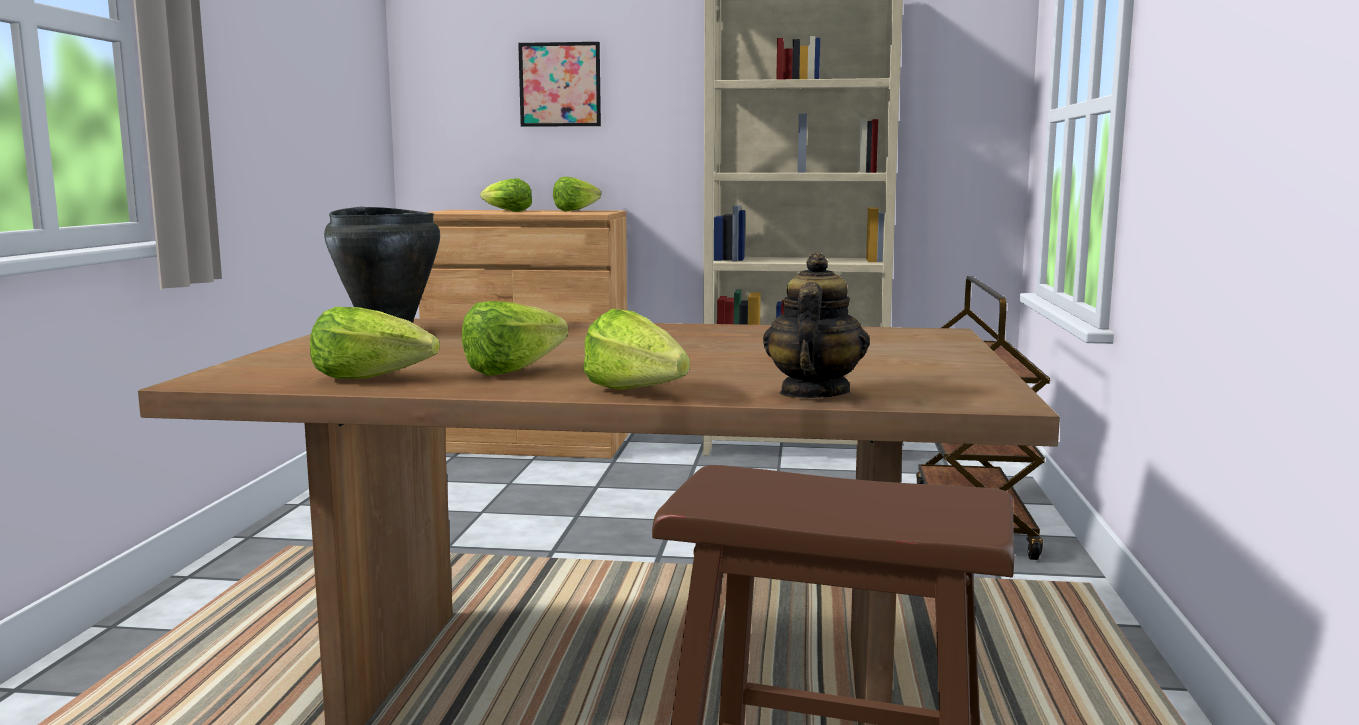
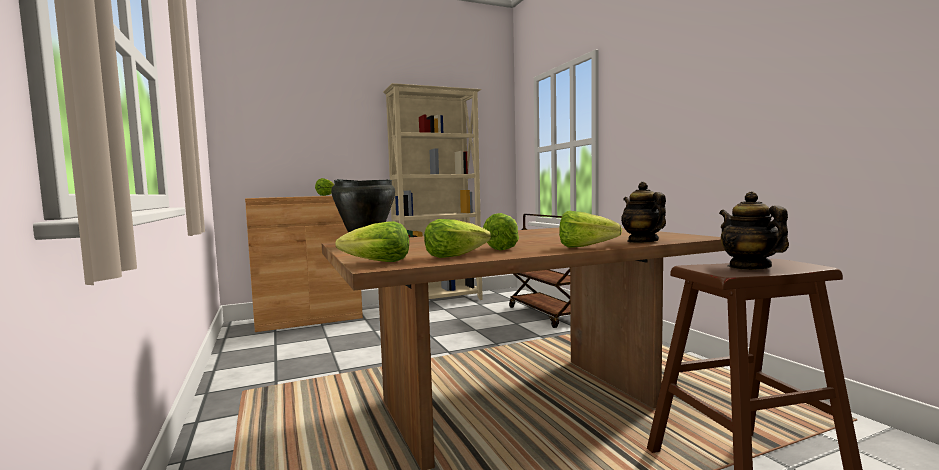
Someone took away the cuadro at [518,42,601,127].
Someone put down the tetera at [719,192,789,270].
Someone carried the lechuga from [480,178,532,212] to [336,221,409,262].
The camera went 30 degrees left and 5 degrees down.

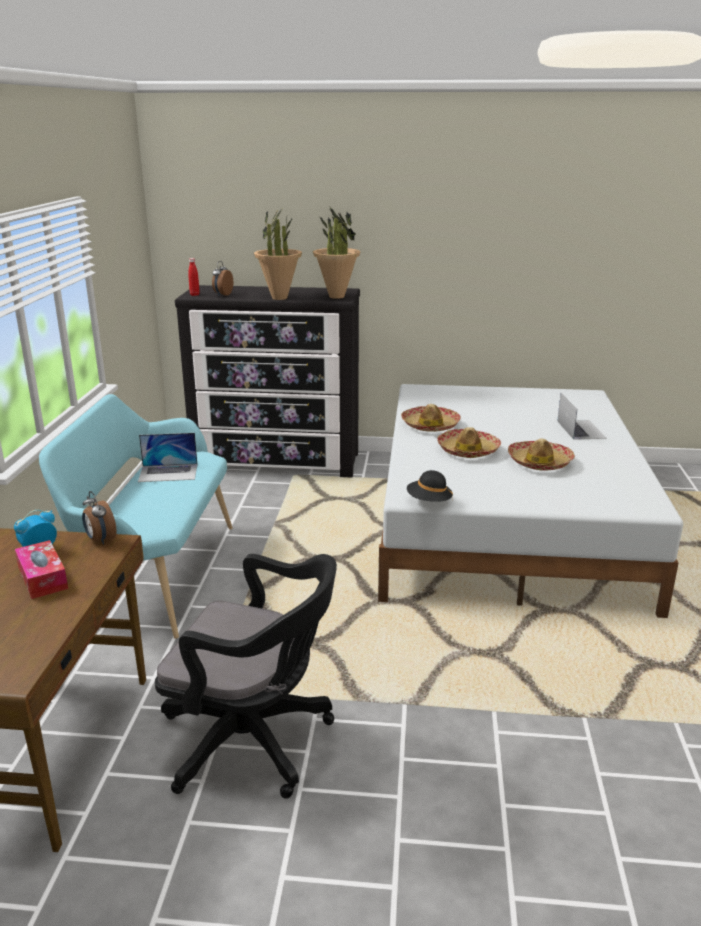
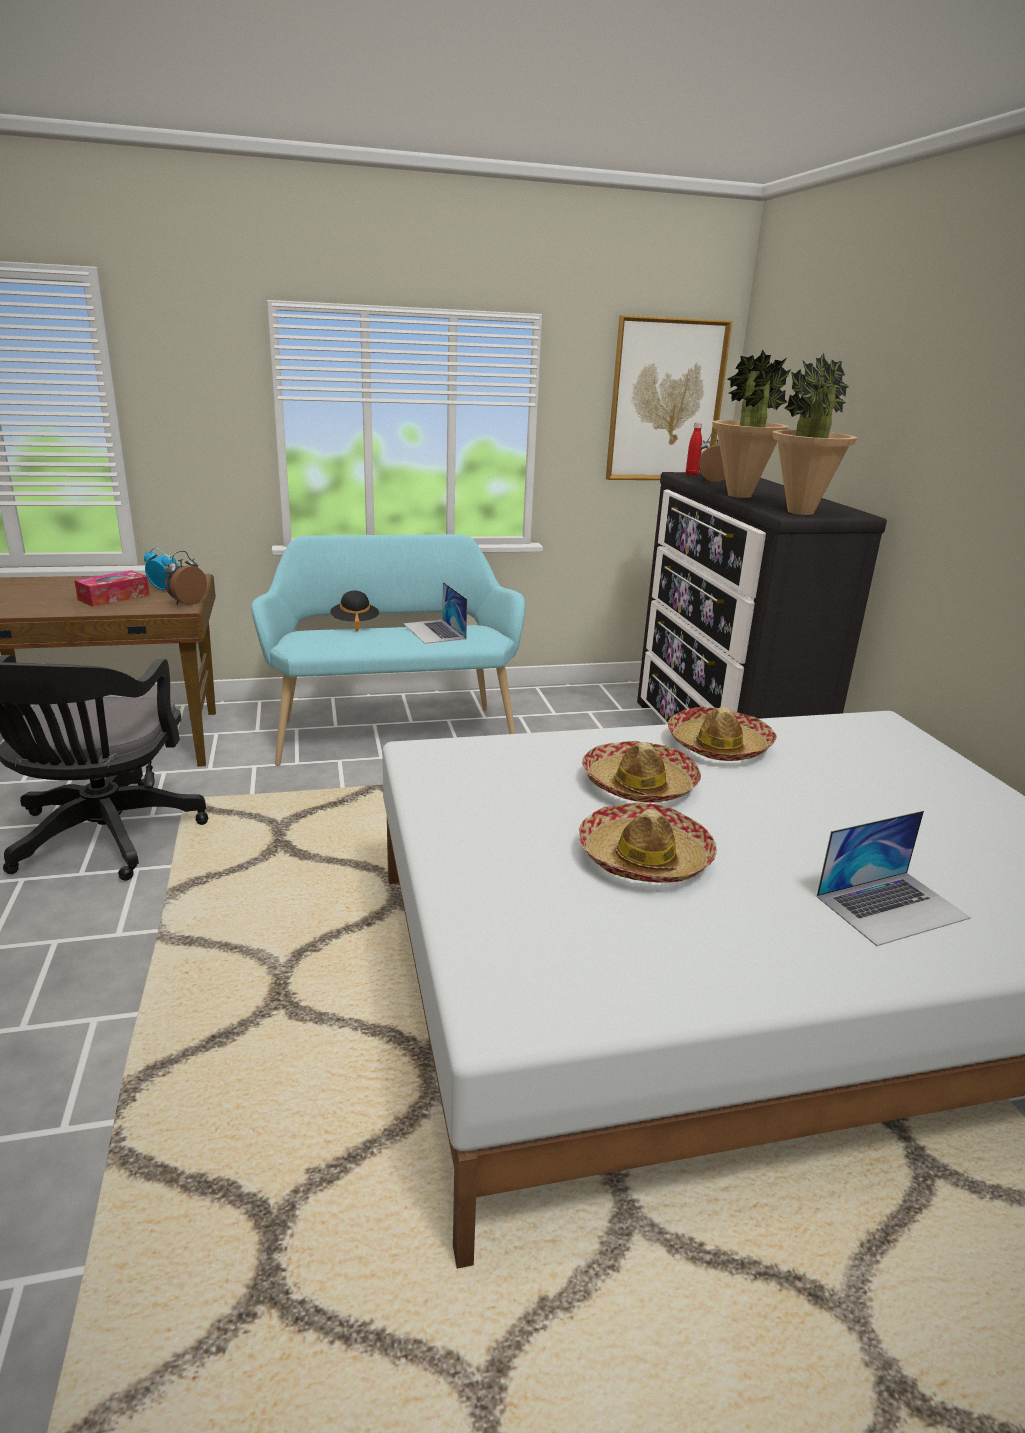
Someone put up the cuadro at [606,315,732,480].
Someone carried the sombrero (negro) from [407,470,453,502] to [330,591,379,631].
The camera went 70 degrees right and 0 degrees up.

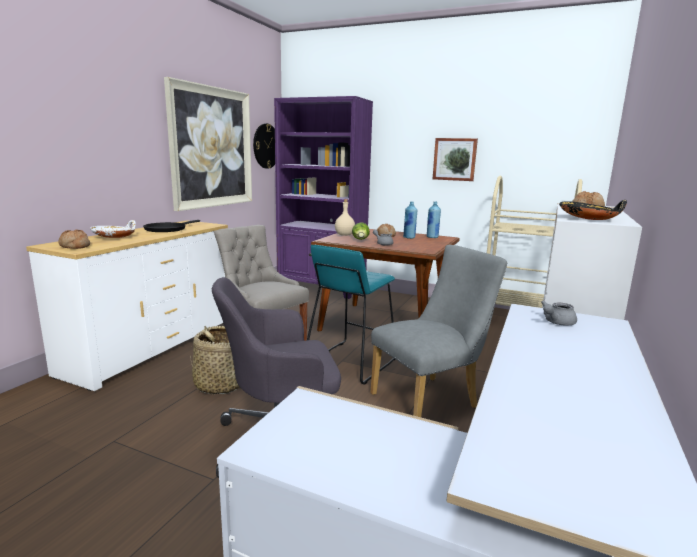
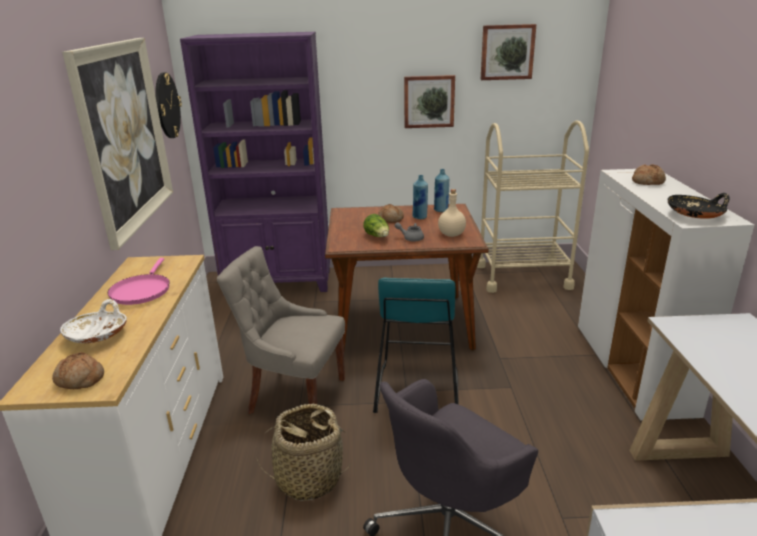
Someone took away the silla (gris) at [370,245,507,417].
Someone took away the tetera (gris) at [541,301,577,325].
Someone put up the cuadro at [481,24,536,80].
Someone carried the botella (beis) from [335,199,355,236] to [438,189,466,237].
Someone repainted the sartén (negro) at [143,220,200,232], which became the sartén (rosa) at [108,258,170,305].
The camera went 25 degrees left and 10 degrees up.

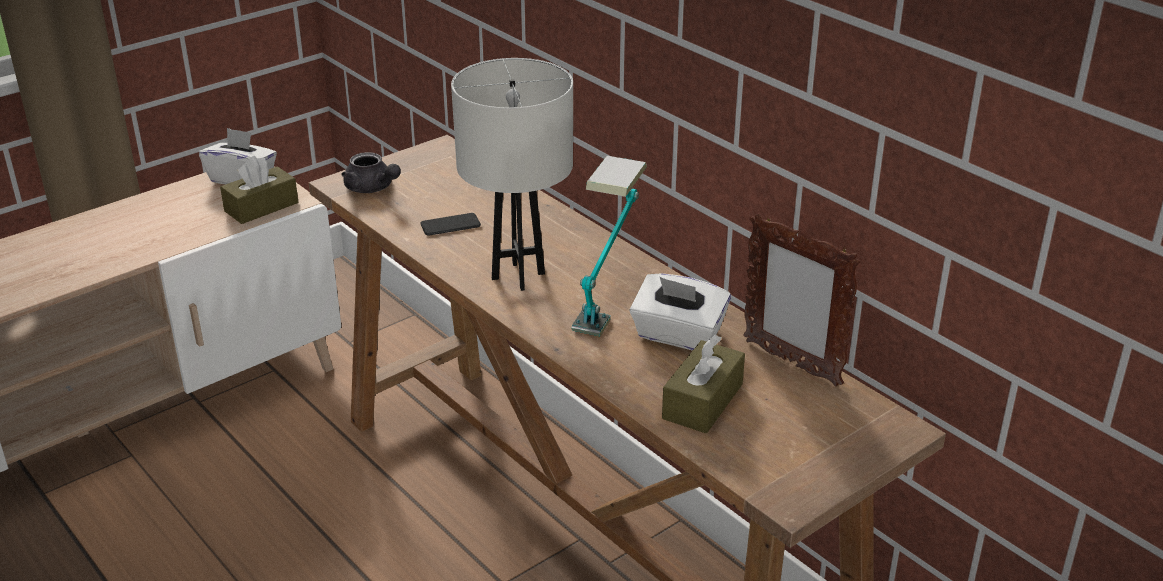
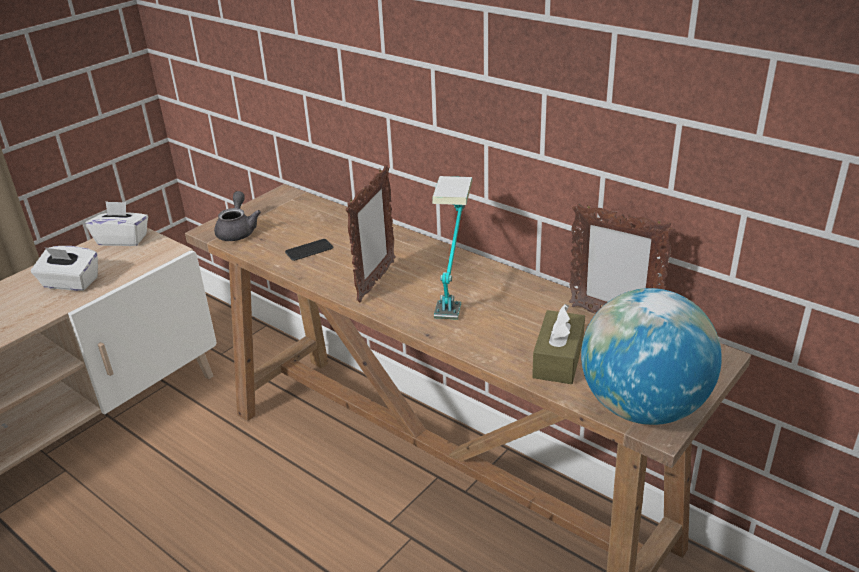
Someone took away the caja de pañuelos (marrón) at [220,156,298,224].
Someone put down the globo terráqueo at [581,288,722,425].
Someone carried the caja de pañuelos (blanco) from [630,273,731,351] to [31,246,98,291].
Someone swapped the lámpara de mesa (blanco) at [451,58,573,291] for the portarretratos at [346,165,395,303].
Someone rotated the tetera (gris) at [341,152,401,193] by 120 degrees counterclockwise.
The camera went 10 degrees left and 0 degrees up.

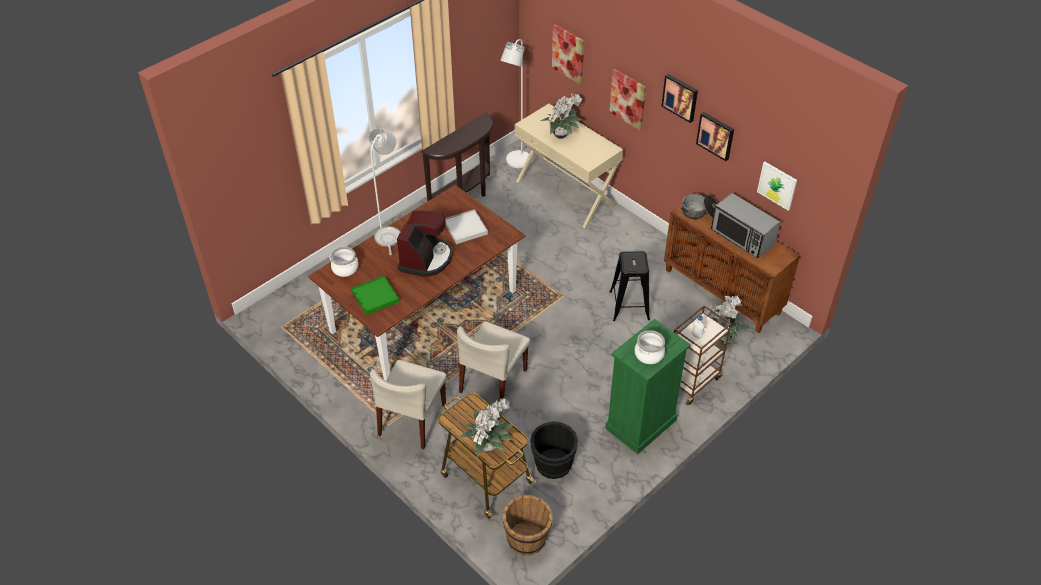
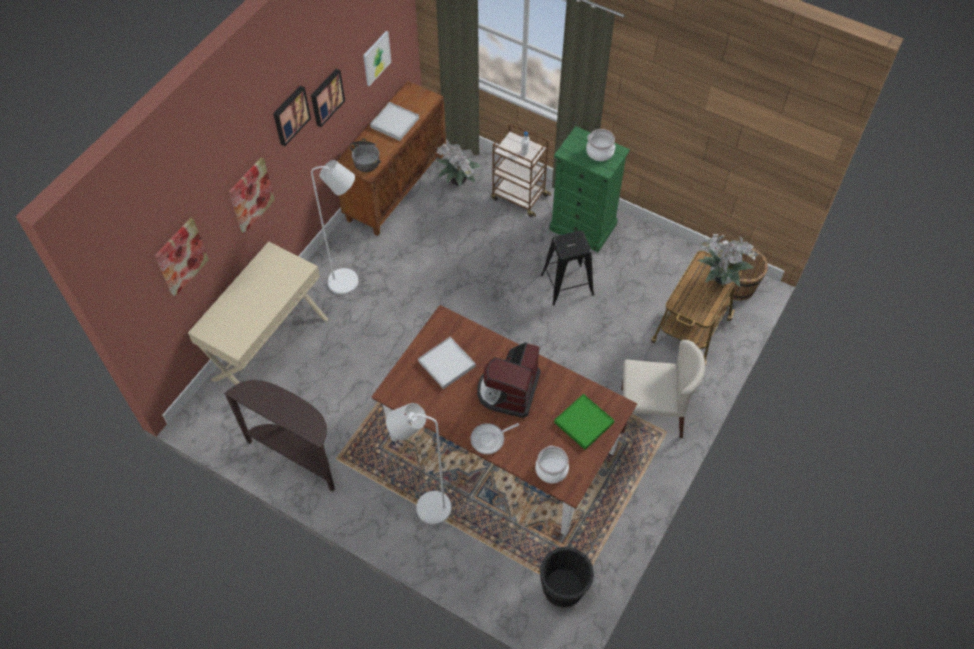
Someone took away the silla (beis) at [457,321,530,402].
Someone took away the planta en maceta at [540,93,582,139].
Someone carried the lámpara de pie (blanco) from [500,39,531,168] to [311,160,359,295].
Someone carried the cubo (negro) from [530,421,578,479] to [540,547,594,607].
Someone carried the taburete (negro) from [609,251,650,321] to [541,230,594,305].
Someone swapped the microondas at [711,193,780,258] for the bandeja (blanco) at [370,102,419,141].
Someone rotated the cafetera at [397,211,453,277] by 75 degrees counterclockwise.
The camera went 105 degrees left and 10 degrees up.

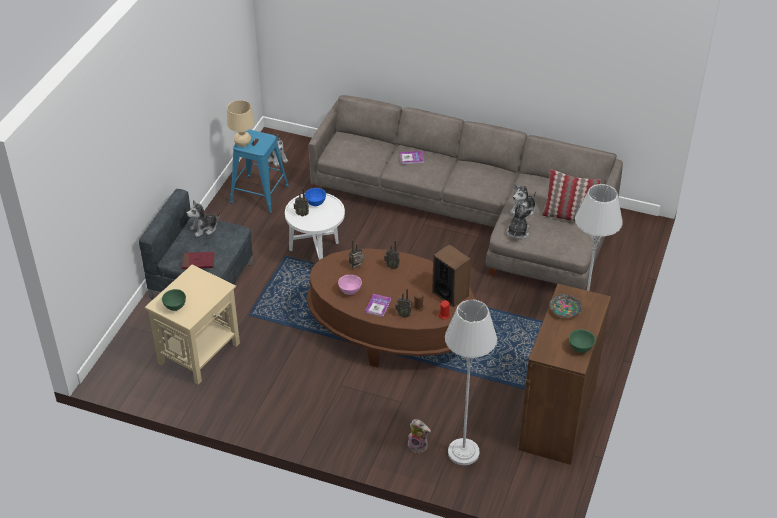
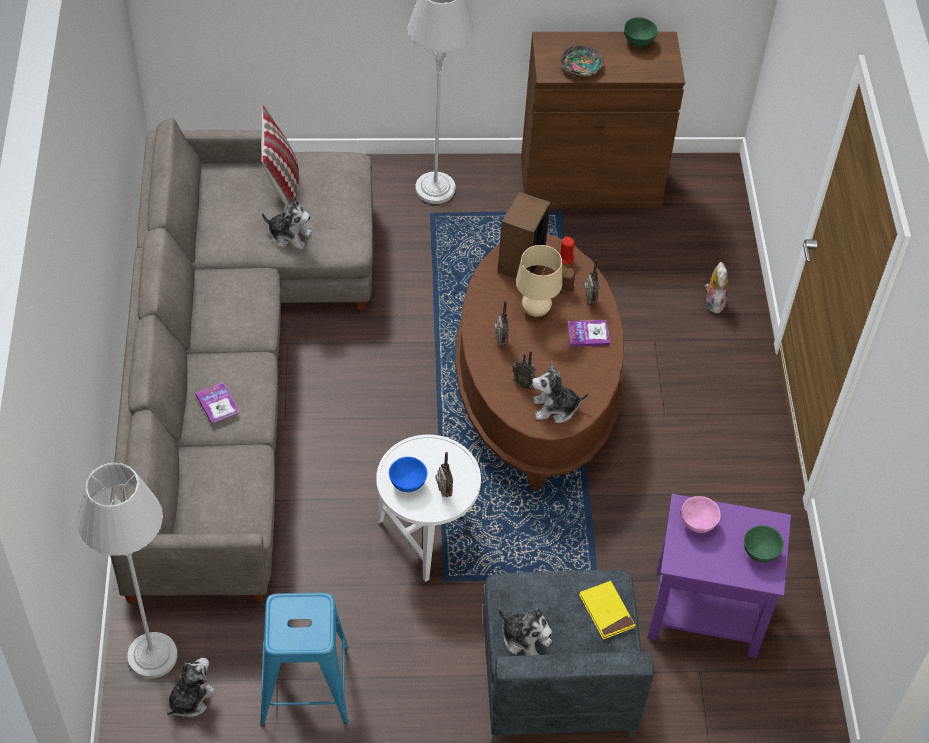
Someone carried the lámpara de mesa (beis) from [227,100,255,147] to [516,245,563,317].
Someone carried the cuenco (rosa) from [338,275,362,295] to [681,496,721,533].
Someone carried the lámpara de pie (gris) from [445,300,497,465] to [77,463,178,679].
Someone carried the peluche from [507,203,532,239] to [532,362,589,423].
Someone repainted the mesa auxiliar (beis) at [145,265,240,385], which became the mesa auxiliar (morado) at [648,494,791,658].
Someone repainted the libro (rojo) at [182,252,215,269], which became the libro (amarillo) at [579,581,635,640].
The camera went 115 degrees left and 10 degrees up.

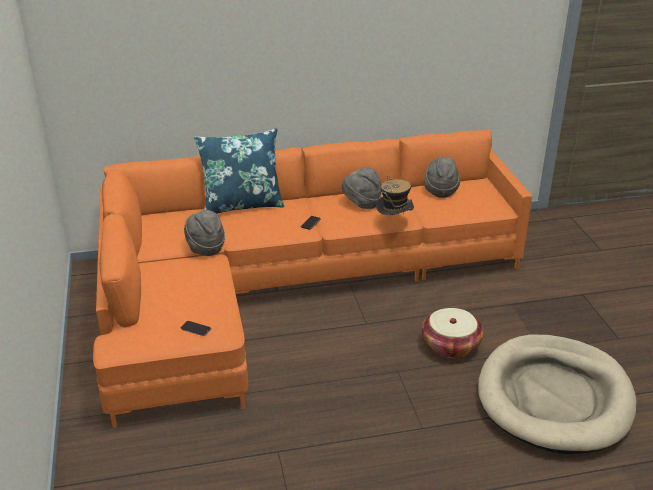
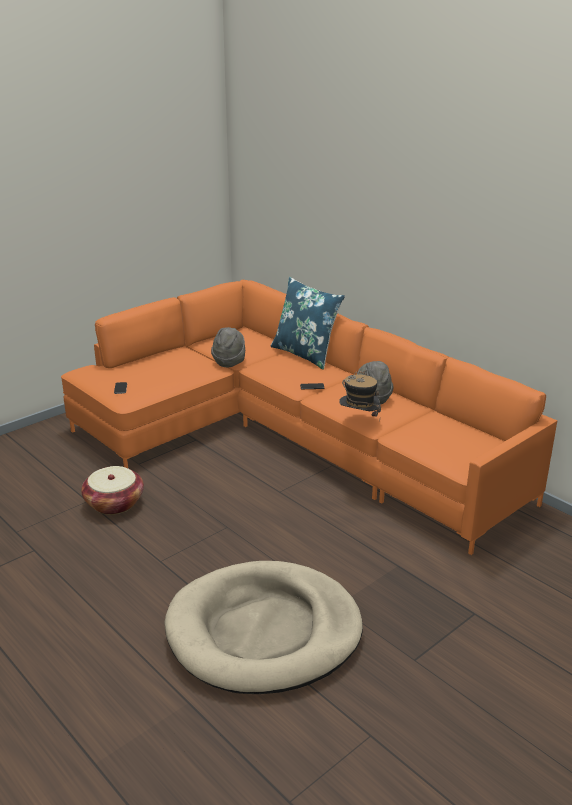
Someone took away the sombrero (gris) at [424,157,460,198].
Someone carried the cesta from [422,308,484,358] to [81,466,144,515].
The camera went 60 degrees right and 5 degrees down.

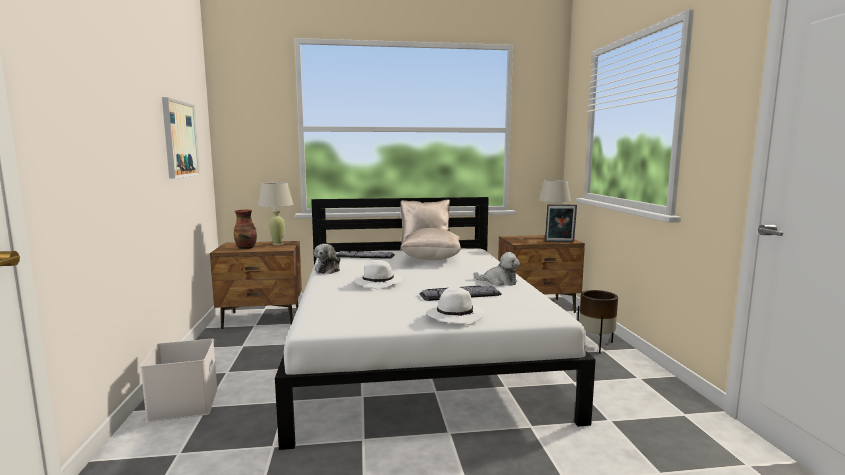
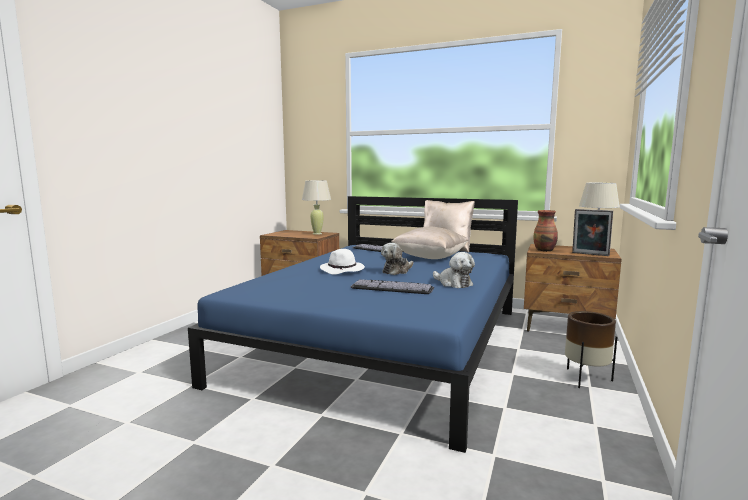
Someone took away the caja de almacenaje (blanco) at [140,339,218,422].
Someone took away the cuadro at [162,97,200,179].
Someone took away the sombrero (blanco) at [426,287,485,324].
Someone carried the florero from [234,210,257,249] to [533,210,558,251].
Someone carried the peluche from [314,244,340,274] to [381,243,413,275].
Someone repainted the cama (blanco) at [275,197,596,450], which became the cama (azul) at [188,196,518,453].
The camera went 30 degrees right and 0 degrees up.

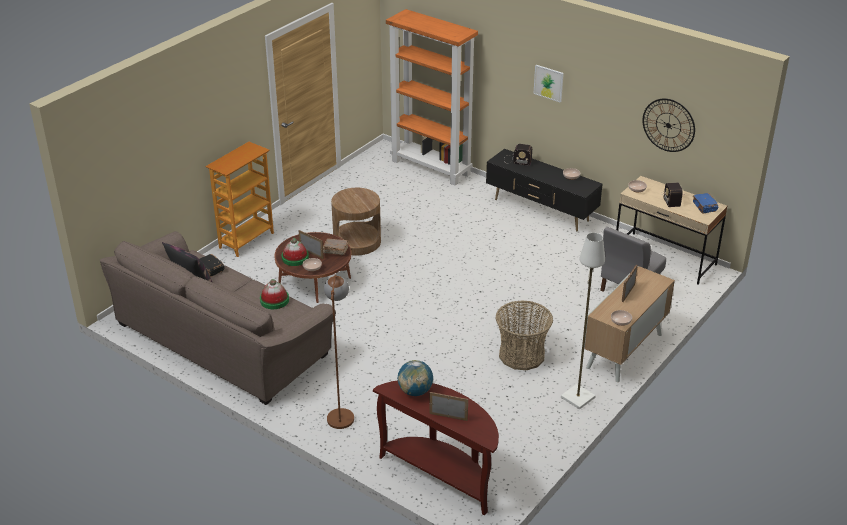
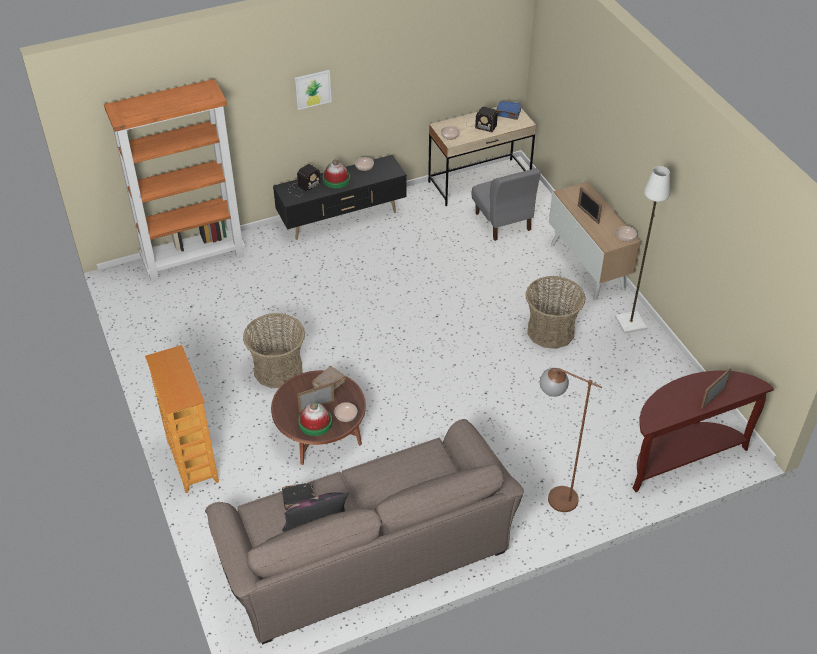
Someone took away the globo terráqueo at [397,360,433,396].
Someone took away the reloj de pared at [642,98,695,152].
Someone carried the sombrero from [260,279,289,309] to [323,159,350,188].
Someone swapped the mesa auxiliar (marrón) at [331,188,381,256] for the cesta at [243,313,305,388].
The camera went 60 degrees left and 10 degrees up.

